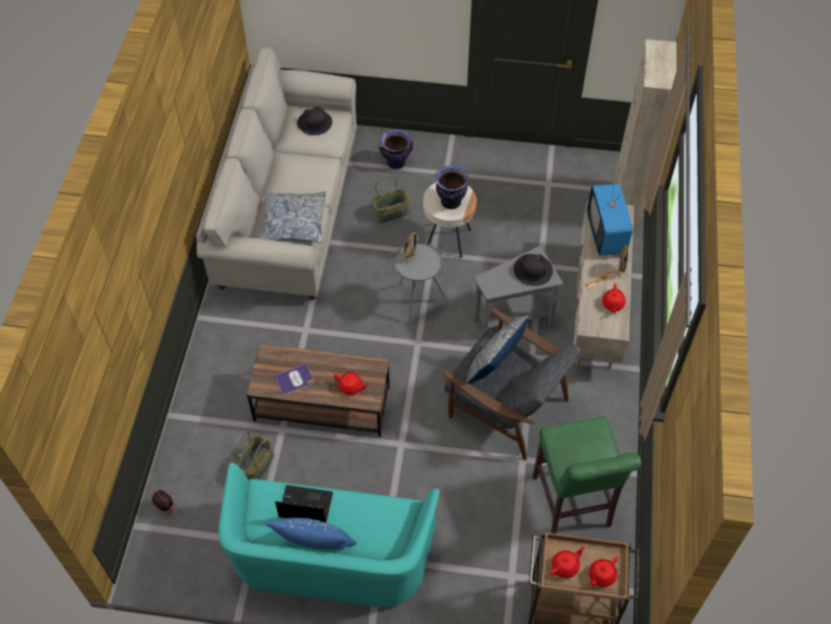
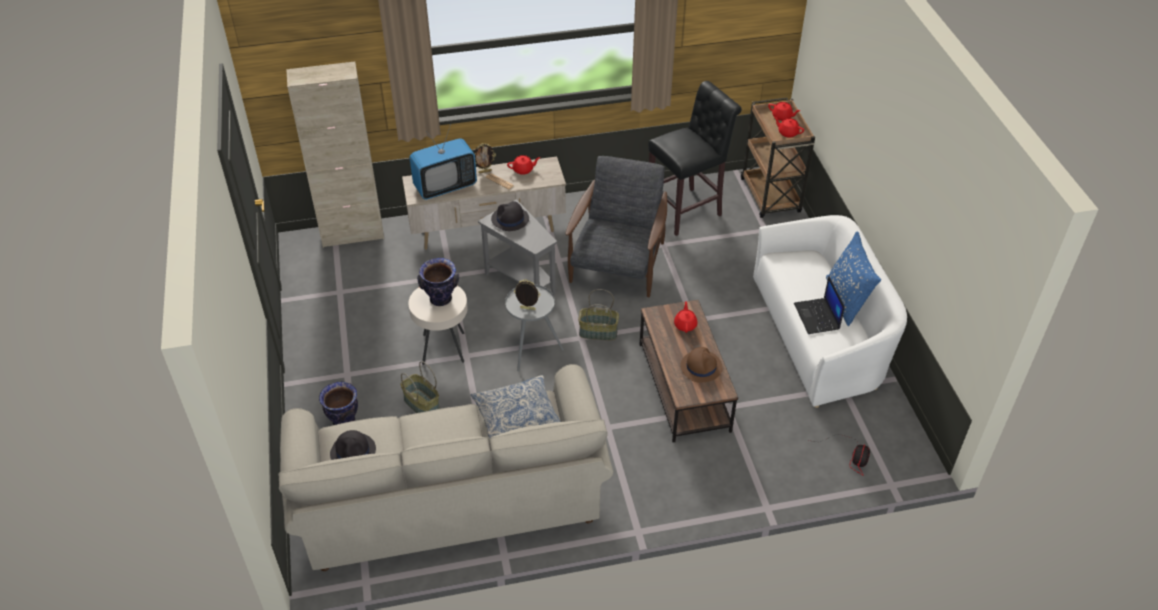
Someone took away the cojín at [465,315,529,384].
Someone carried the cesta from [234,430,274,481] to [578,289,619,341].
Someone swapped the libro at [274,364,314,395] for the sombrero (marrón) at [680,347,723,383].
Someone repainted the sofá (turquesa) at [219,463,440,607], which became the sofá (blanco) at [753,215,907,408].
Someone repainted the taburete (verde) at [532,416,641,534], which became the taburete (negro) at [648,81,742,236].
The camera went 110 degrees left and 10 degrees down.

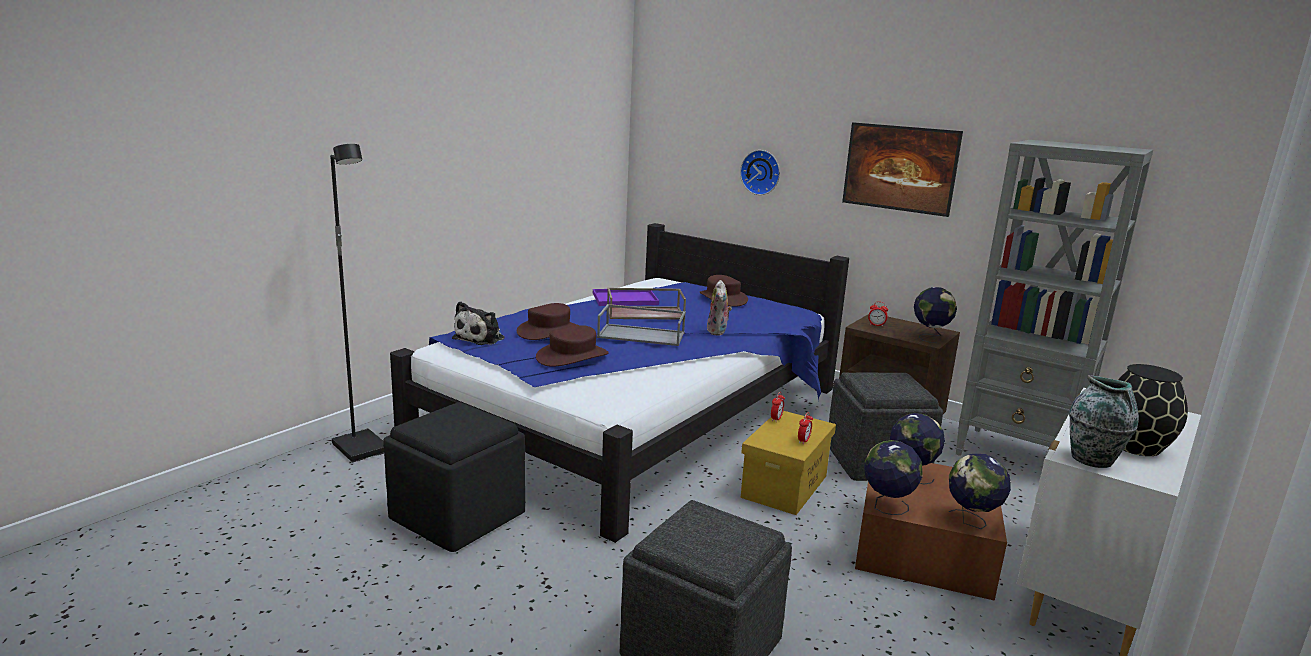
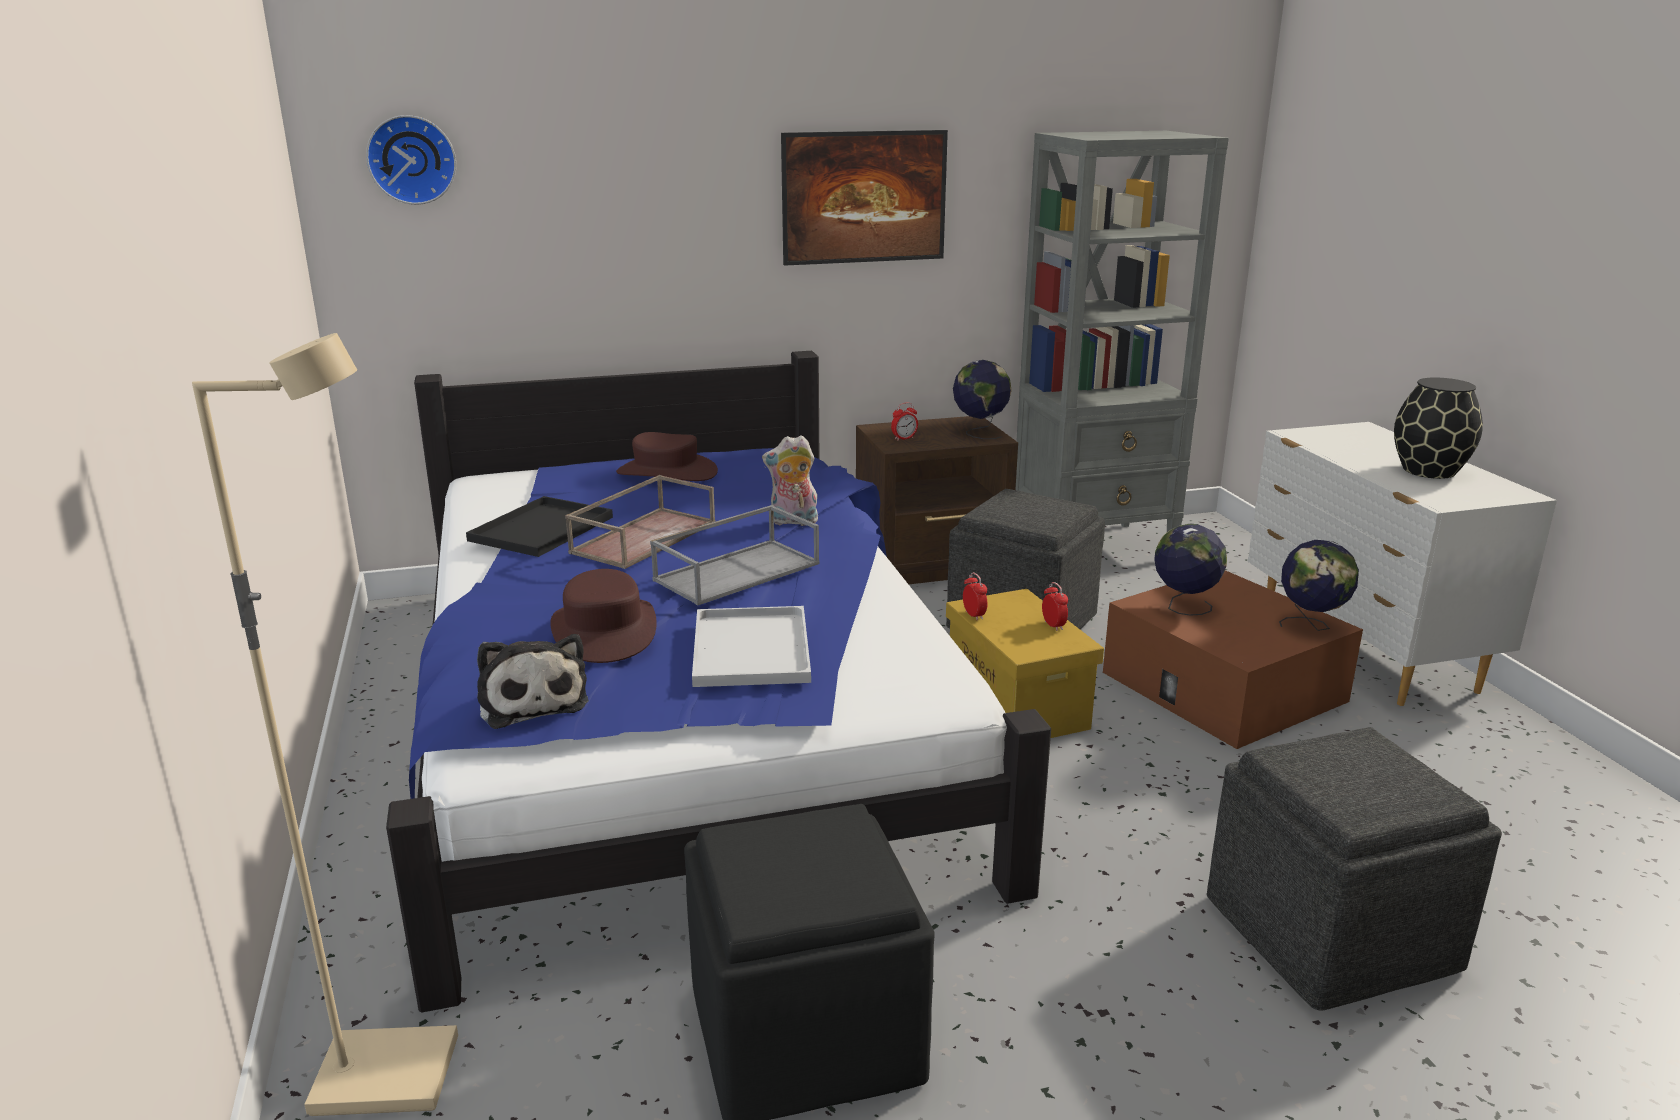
Someone took away the globo terráqueo at [864,440,923,515].
Someone took away the florero at [1069,375,1139,468].
Someone carried the reloj de pared from [740,150,780,195] to [366,115,456,205].
Someone swapped the sombrero (marrón) at [536,325,609,367] for the bandeja (blanco) at [692,606,811,687].
Someone repainted the lámpara de pie (negro) at [330,144,384,462], which became the lámpara de pie (beis) at [192,333,458,1116].
Someone repainted the bandeja (morado) at [593,289,659,306], which became the bandeja (negro) at [466,496,613,557].
Someone rotated the peluche at [707,280,732,336] by 135 degrees clockwise.
The camera went 50 degrees left and 5 degrees up.

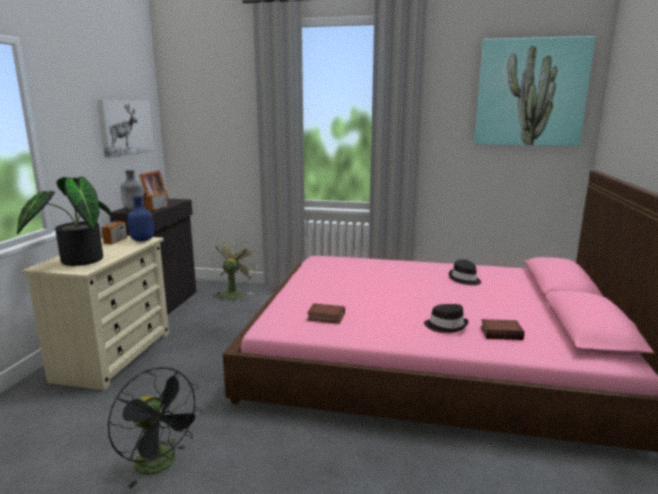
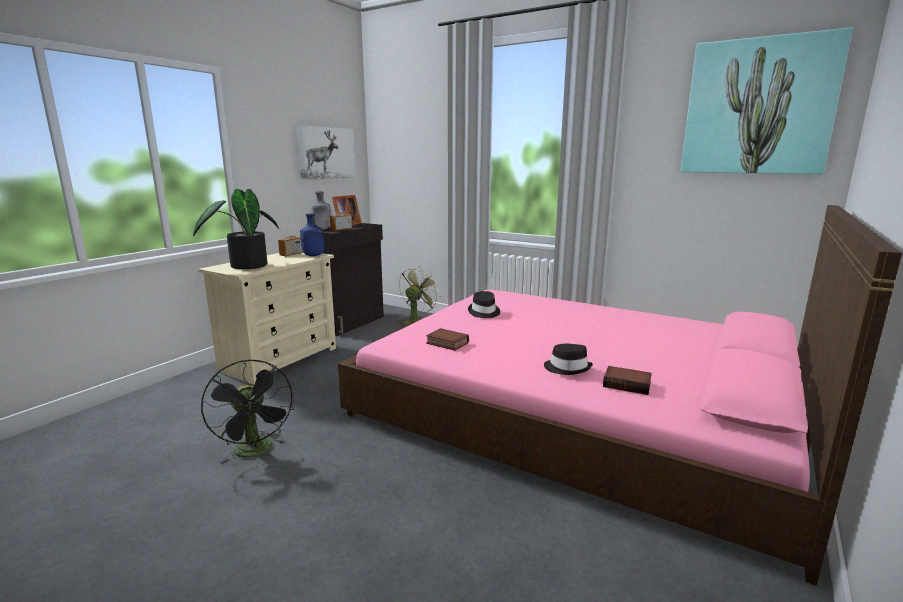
Someone carried the sombrero (negro) from [449,259,481,285] to [468,291,500,318].
The camera went 20 degrees right and 0 degrees up.

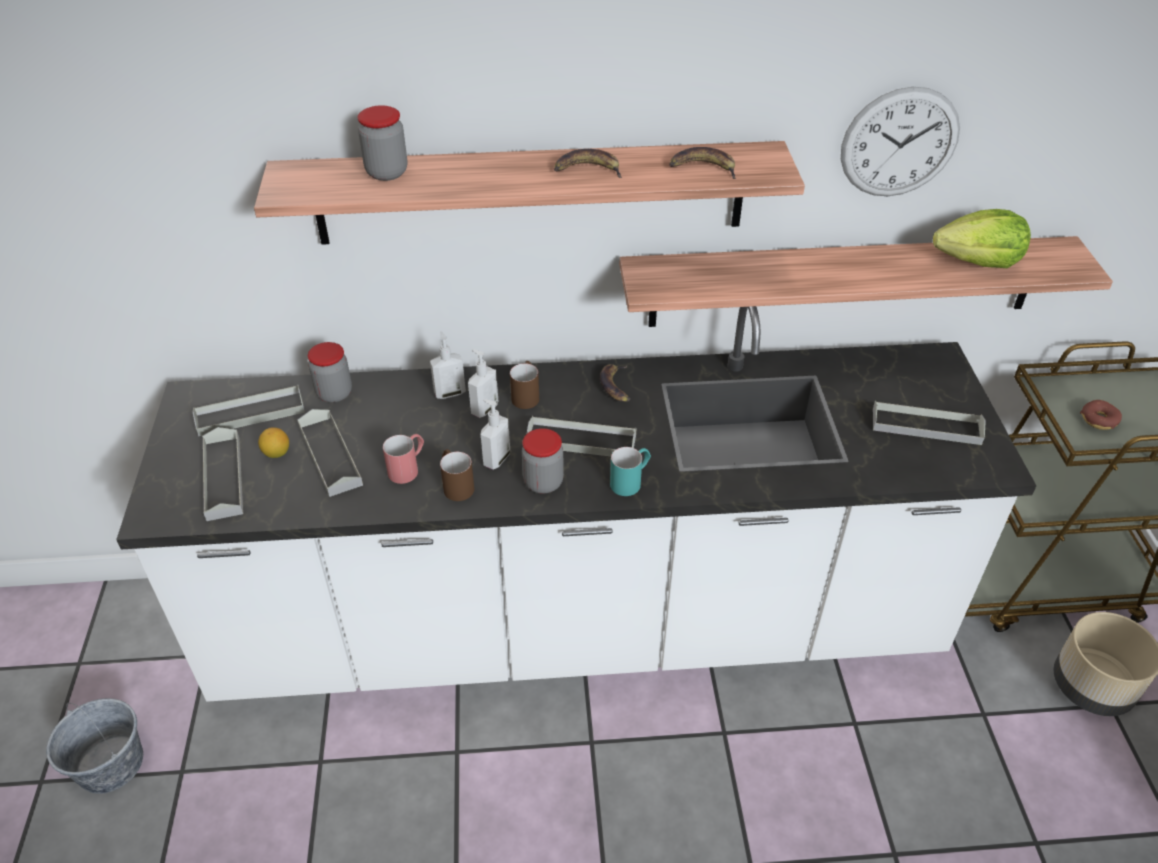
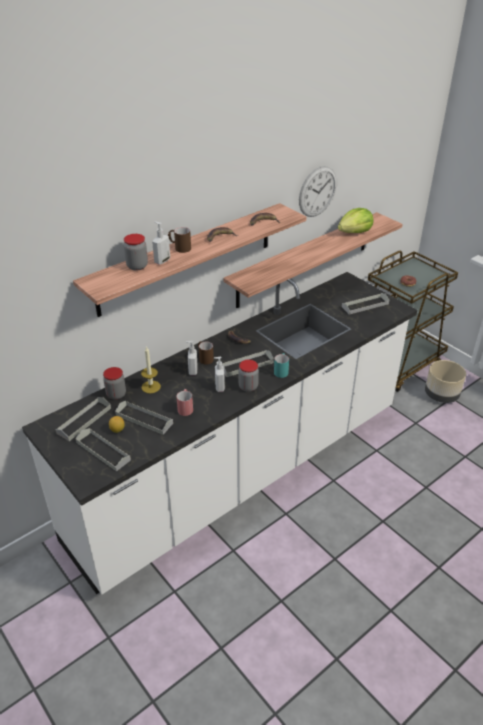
Someone took away the cubo (gris) at [46,698,143,794].
Someone put down the vela at [141,346,161,393].
Someone carried the dispensador de jabón from [430,331,466,399] to [152,221,170,265].
Someone carried the taza grande (marrón) from [440,449,474,501] to [168,227,191,253].
The camera went 35 degrees left and 5 degrees down.

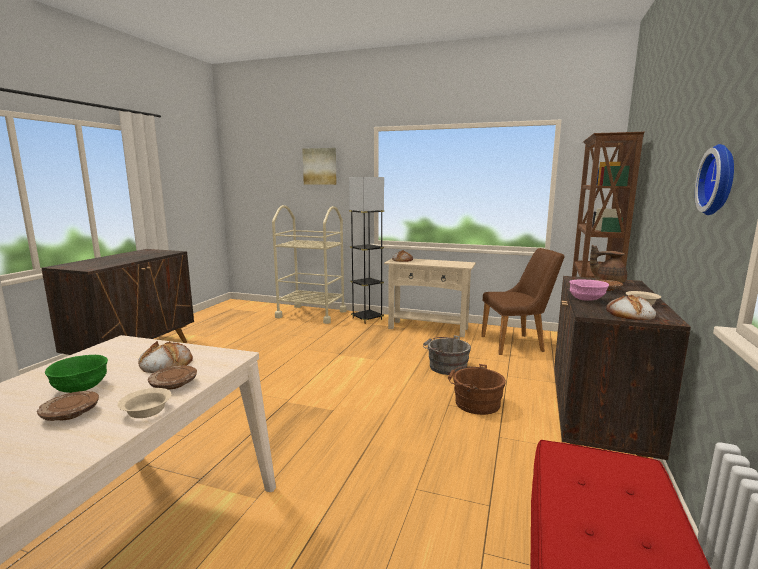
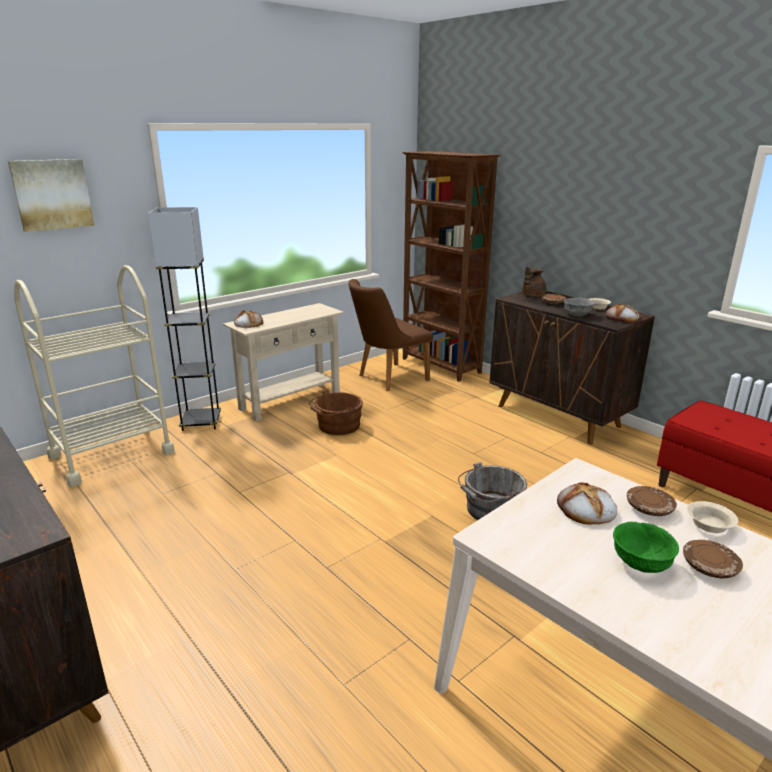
Someone took away the reloj de pared at [695,144,734,215].
Someone carried the cubo (gris) from [423,335,471,375] to [458,462,527,520].
Someone carried the cubo (marrón) from [448,364,506,415] to [309,390,363,435].
Someone repainted the cuenco (rosa) at [570,279,609,301], which became the cuenco (gris) at [564,298,595,317].
Someone rotated the silla (marrón) at [481,248,564,355] by 150 degrees counterclockwise.
The camera went 60 degrees left and 10 degrees up.

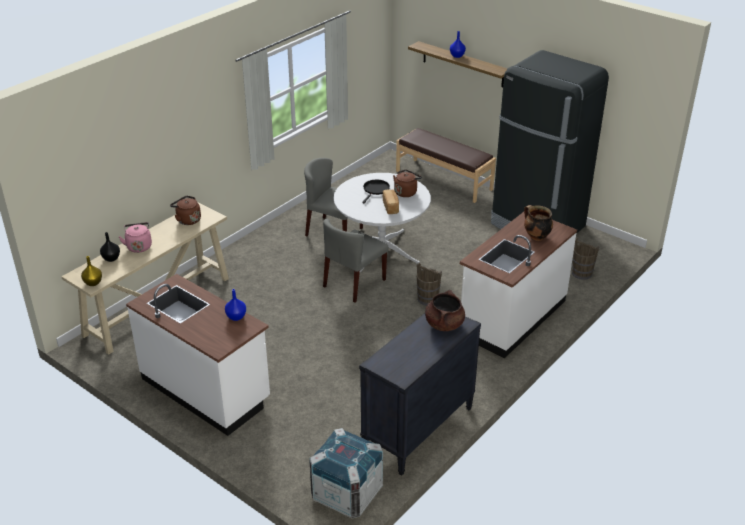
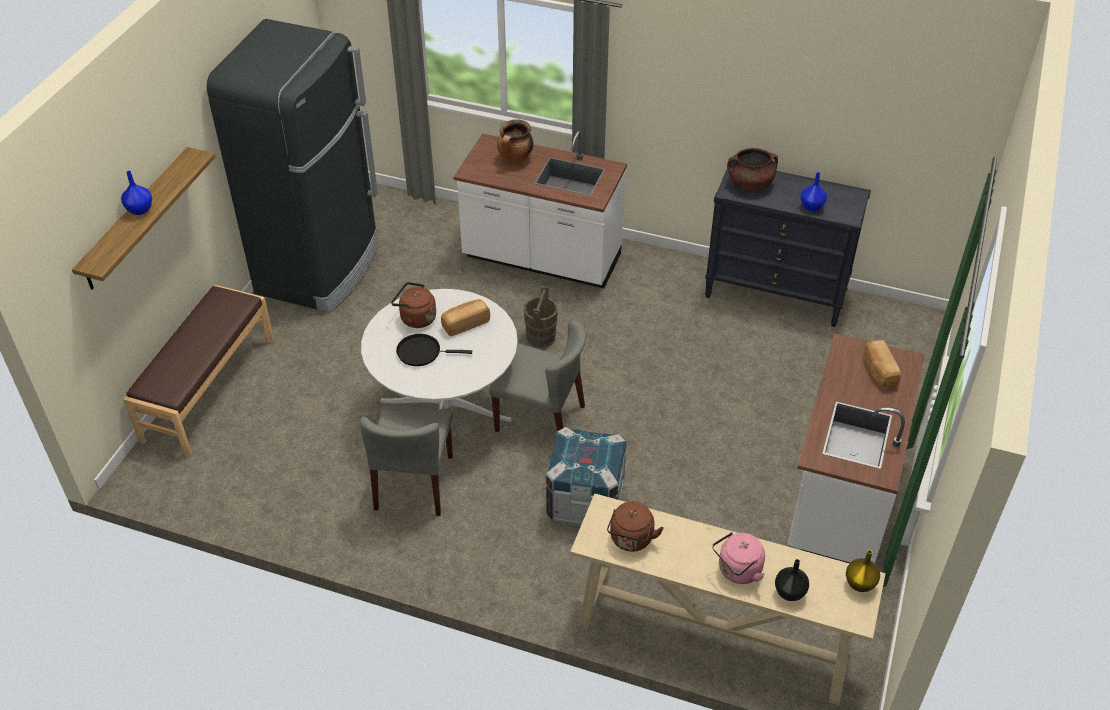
Someone took away the cubo (marrón) at [572,238,600,280].
Someone put down the pan at [864,340,901,387].
Someone carried the florero (azul) from [225,289,246,321] to [800,172,827,211].
Someone carried the caja de embalaje from [309,428,383,519] to [546,427,627,525].
The camera went 110 degrees left and 10 degrees up.

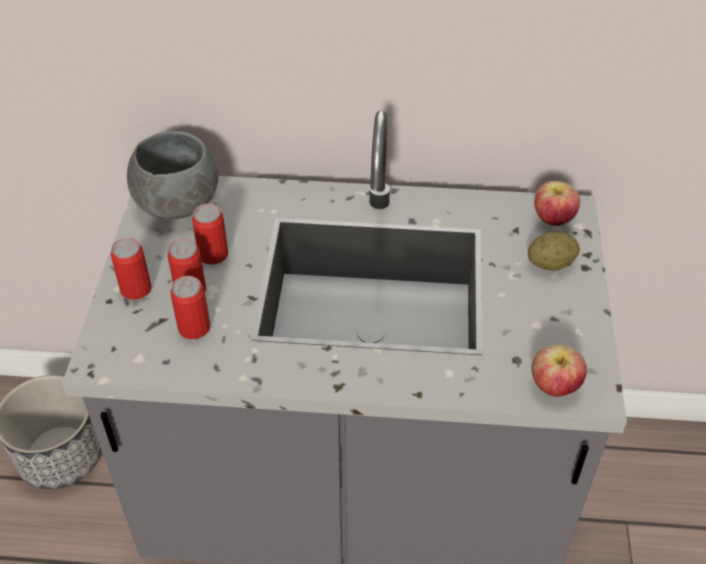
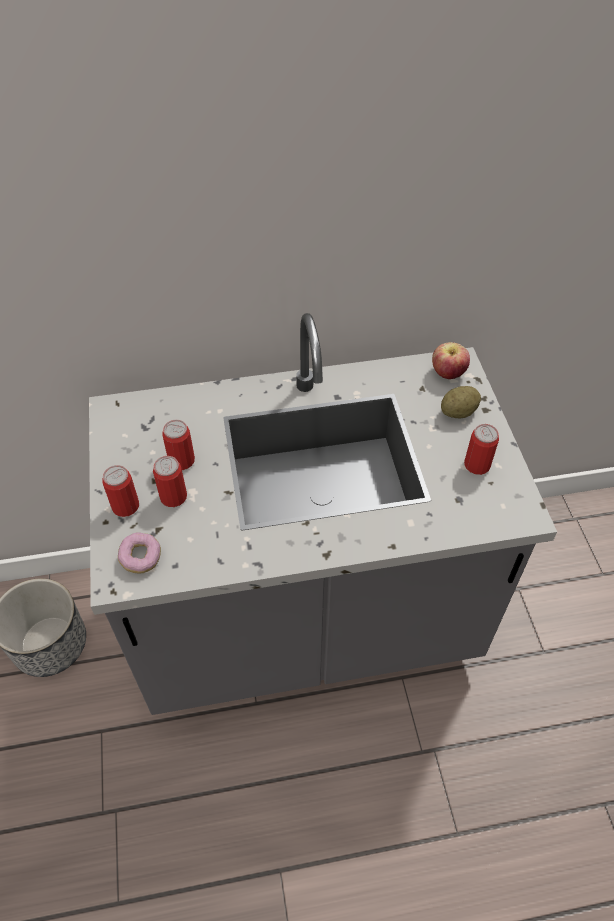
Someone took away the cuenco (gris) at [127,131,218,219].
Someone took away the manzana at [531,344,587,397].
Someone put down the rosquilla at [118,532,161,574].
Someone carried the lata from [171,276,210,339] to [464,424,499,475].
The camera went 15 degrees left and 5 degrees up.

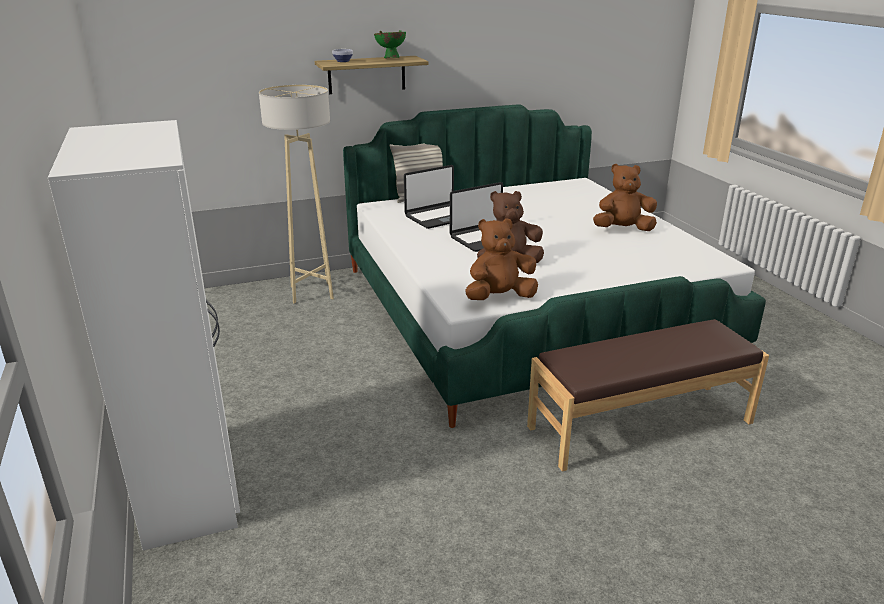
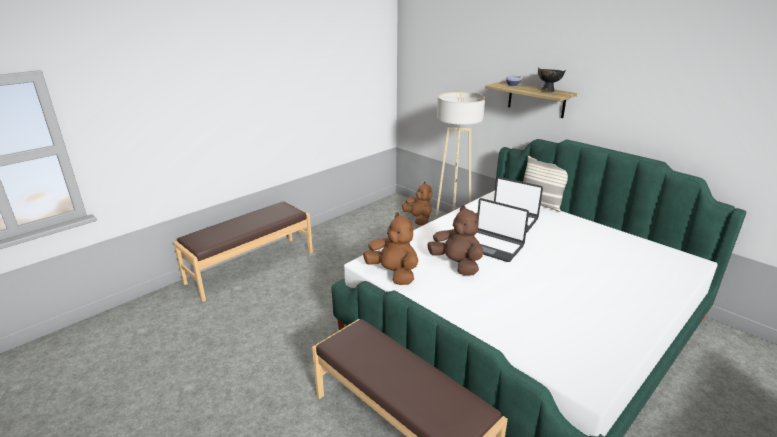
Someone carried the peluche (marrón) from [593,164,657,231] to [402,182,432,225].
Someone swapped the armario ropero (blanco) at [48,120,240,550] for the banco (marrón) at [173,201,313,302].
Someone repainted the cuenco (verde) at [374,30,406,58], which became the cuenco (negro) at [538,67,566,91].
The camera went 65 degrees right and 0 degrees up.

